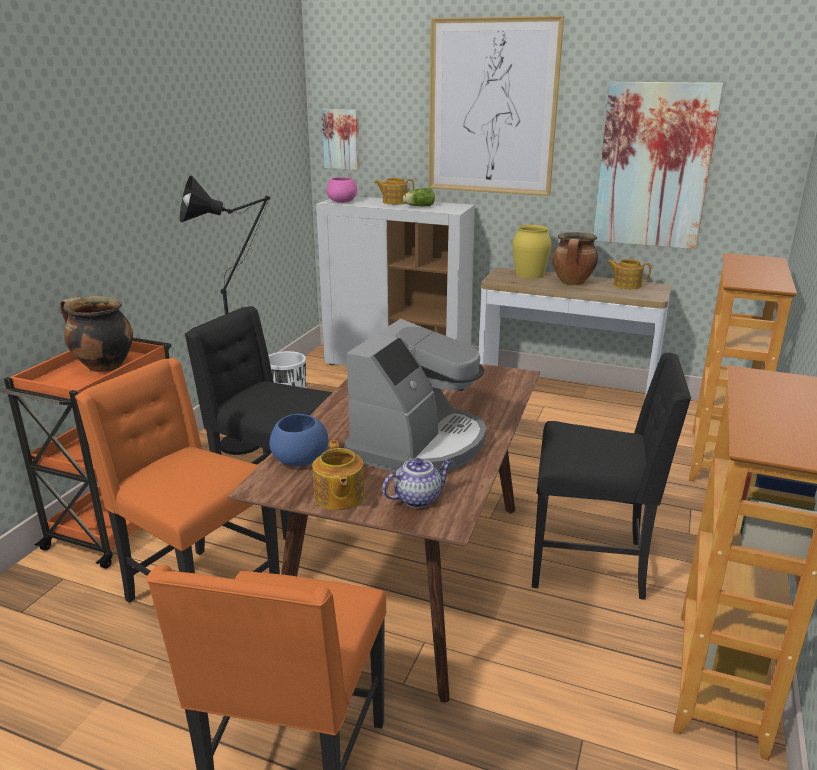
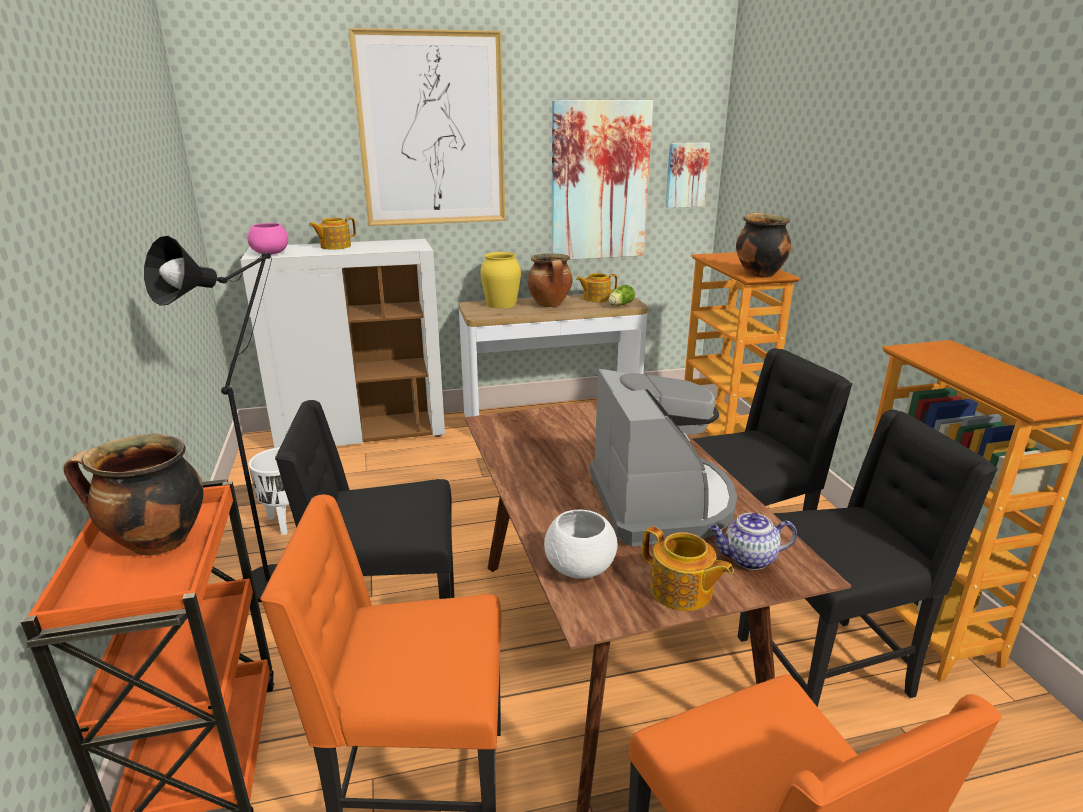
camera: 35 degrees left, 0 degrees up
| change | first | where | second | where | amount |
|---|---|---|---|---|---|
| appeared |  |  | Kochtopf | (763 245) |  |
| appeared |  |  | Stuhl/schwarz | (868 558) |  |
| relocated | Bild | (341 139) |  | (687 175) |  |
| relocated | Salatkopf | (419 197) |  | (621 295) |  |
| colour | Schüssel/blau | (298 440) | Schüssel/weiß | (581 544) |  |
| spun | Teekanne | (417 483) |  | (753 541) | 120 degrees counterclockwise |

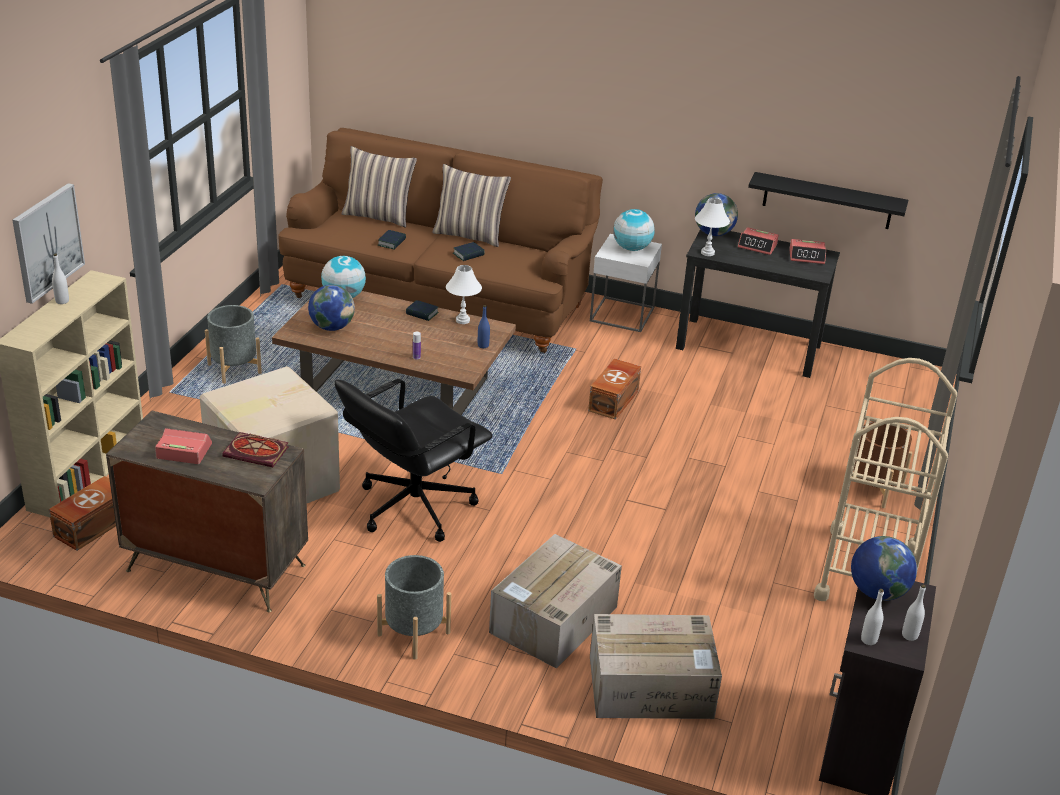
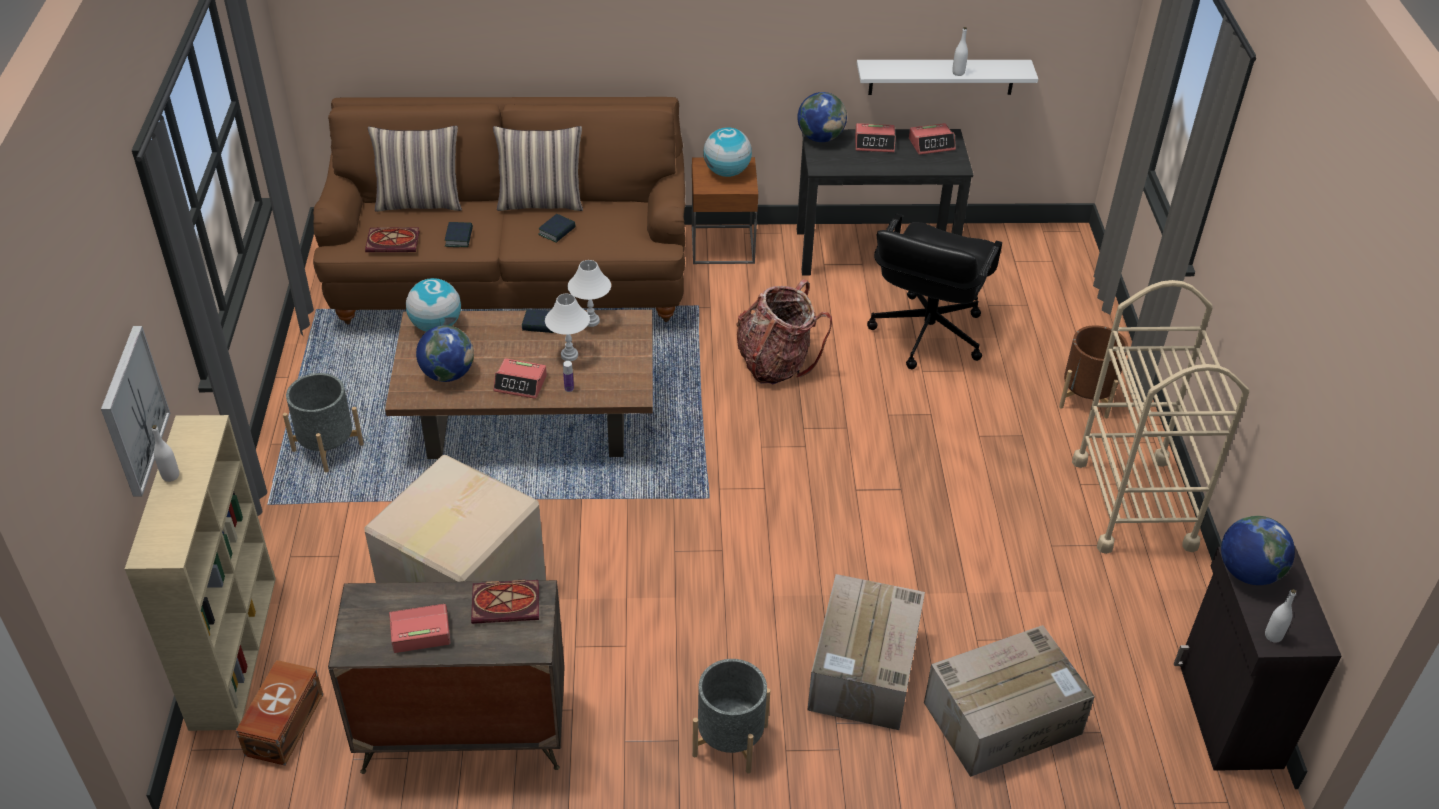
camera: 20 degrees left, 10 degrees up
| change | first | where | second | where | amount |
|---|---|---|---|---|---|
| missing | Flasche/blau | (484 326) |  |  |  |
| appeared |  |  | Buch | (392 239) |  |
| appeared |  |  | Wecker | (520 378) |  |
| relocated | Bürostuhl/schwarz | (414 460) |  | (934 291) |  |
| relocated | Tischlampe/weiß | (712 227) |  | (567 327) |  |
| relocated | Flasche/weiß | (914 613) |  | (960 51) |  |
| exchanged | Aufbewahrungsbox/braun | (614 389) | Rucksack | (784 331) |  |
| colour | Beistelltisch/weiß | (626 283) | Beistelltisch/braun | (725 210) |  |
| colour | Wandregal/schwarz | (828 200) | Wandregal/weiß | (947 77) |  |

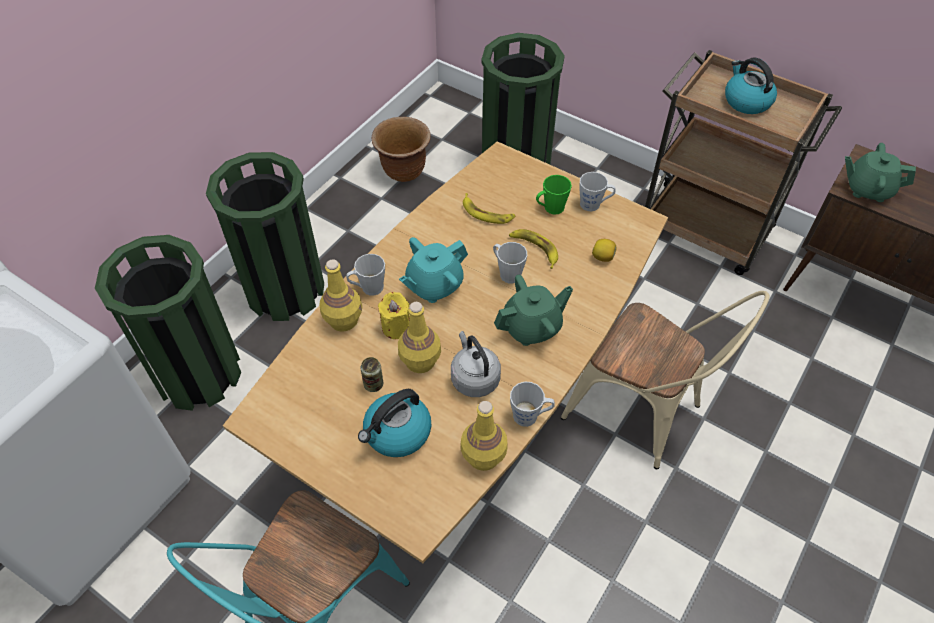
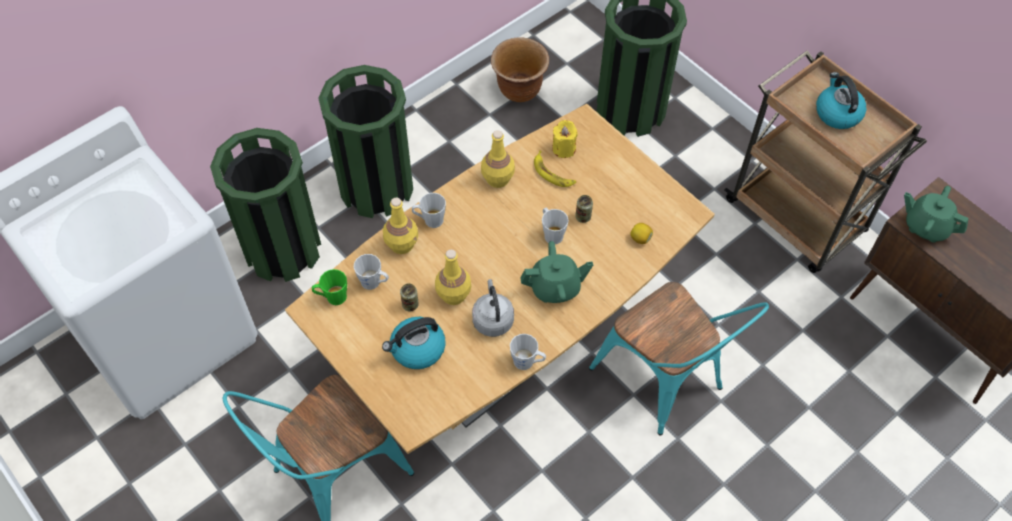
camera: 15 degrees right, 5 degrees up
| change | first | where | second | where | amount |
|---|---|---|---|---|---|
| missing | Teekanne/türkis | (433 270) |  |  |  |
| relocated | Kerze/gelb | (394 315) |  | (565 139) |  |
| relocated | Flasche/gelb | (484 436) |  | (498 159) |  |
| relocated | Henkelbecher/grün | (554 194) |  | (329 287) |  |
| relocated | Henkelbecher/grau | (597 191) |  | (371 272) |  |
| exchanged | Banane | (533 249) | Dose | (584 209) |  |
| colour | Stuhl/beige | (665 380) | Stuhl/türkis | (679 358) |  |

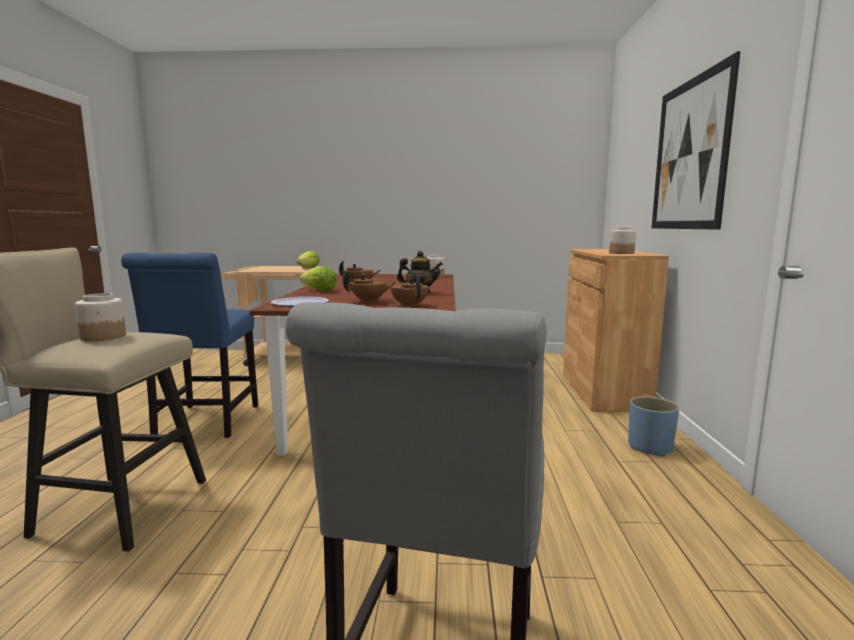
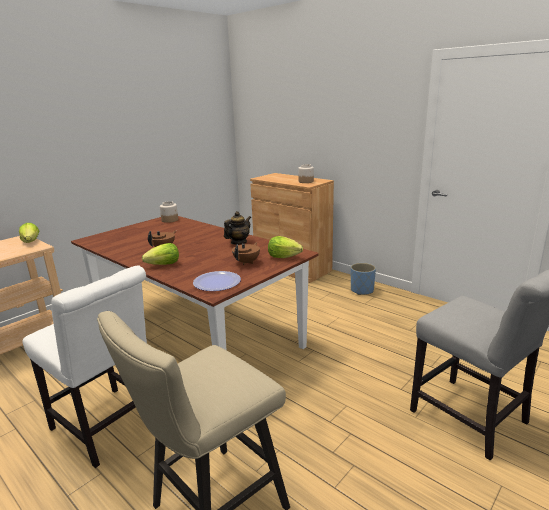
camera: 50 degrees left, 10 degrees up
| change | first | where | second | where | amount |
|---|---|---|---|---|---|
| missing | Vorratsglas | (100 317) |  |  |  |
| missing | Bild | (696 140) |  |  |  |
| exchanged | Teekanne/braun | (410 291) | Salatkopf | (285 247) |  |
| colour | Stuhl/blau | (189 345) | Stuhl/weiß | (84 366) |  |

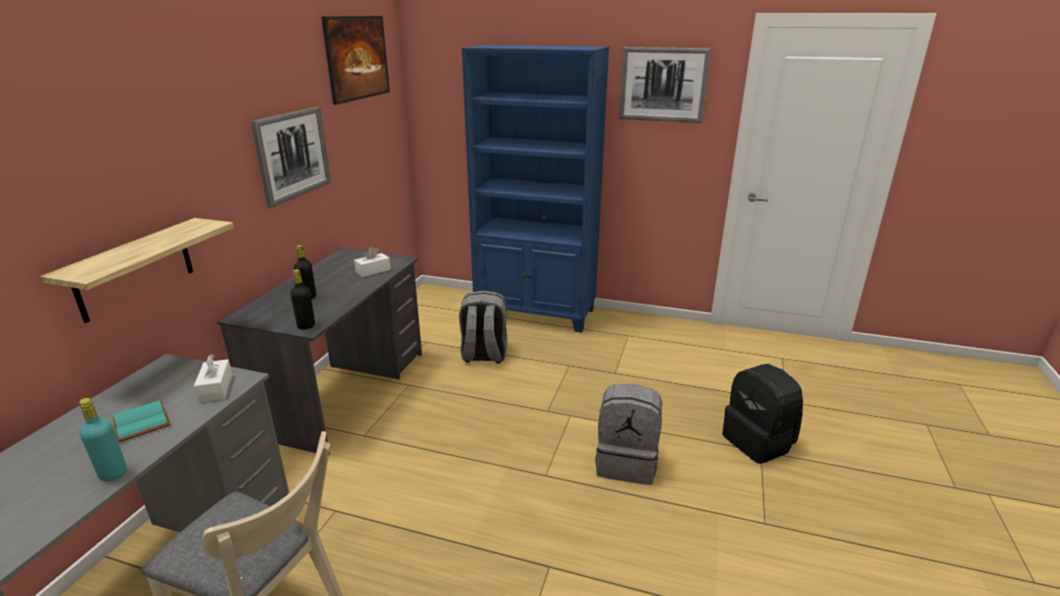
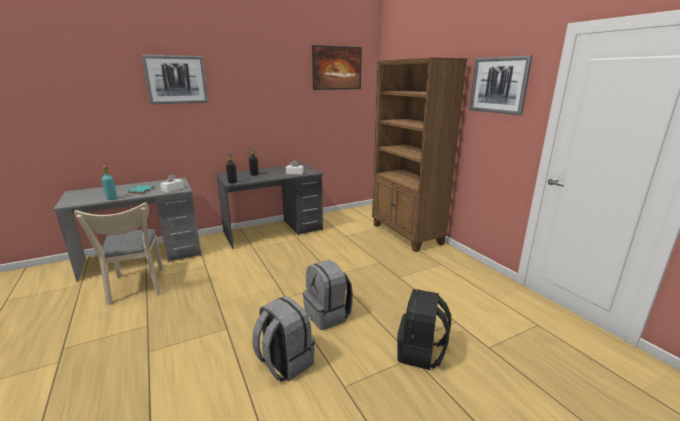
camera: 45 degrees right, 5 degrees down
| change | first | where | second | where | amount |
|---|---|---|---|---|---|
| missing | Wandregal | (137 270) |  |  |  |
| relocated | Bild | (291 157) |  | (174 79) |  |
| relocated | Rucksack/grau | (483 327) |  | (283 339) |  |
| colour | Bücherregal/blau | (535 189) | Bücherregal/braun | (419 154) |  |

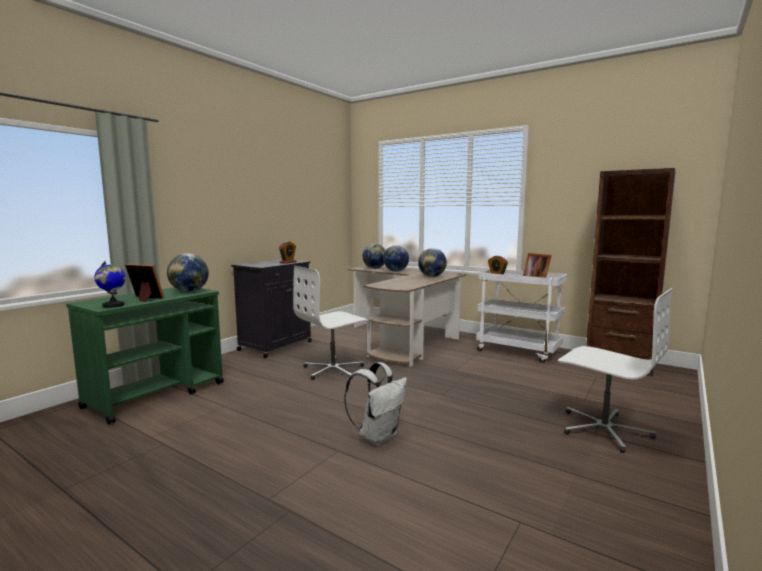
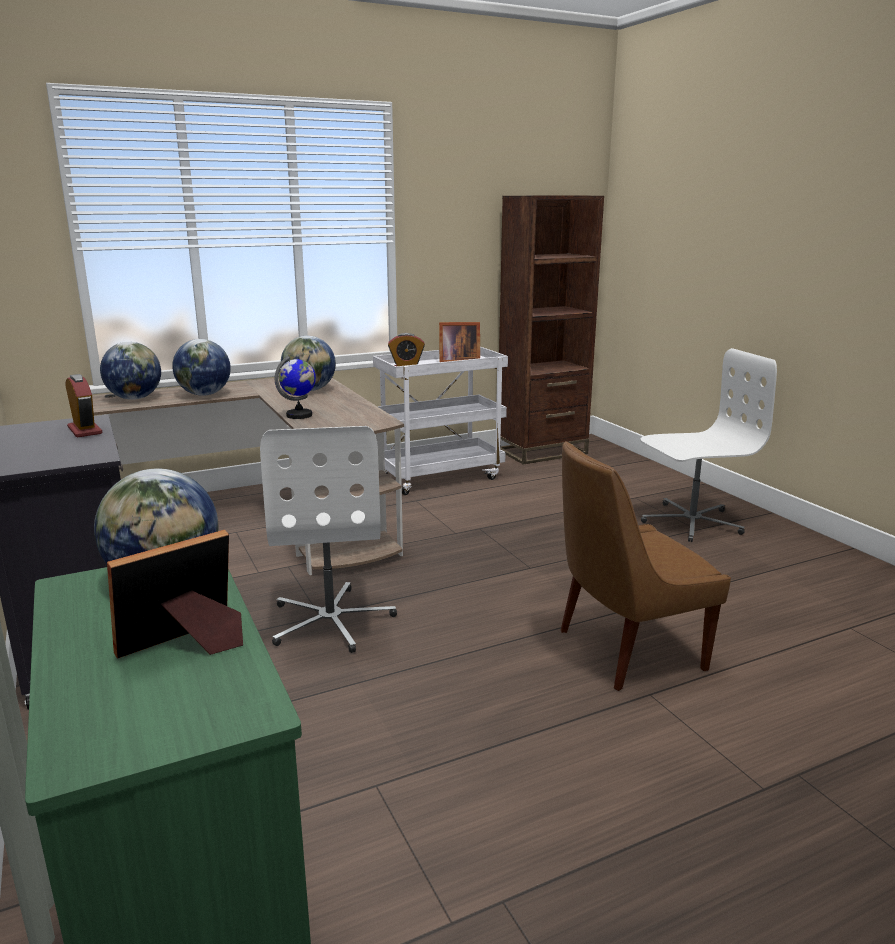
camera: 60 degrees left, 10 degrees up
| change | first | where | second | where | amount |
|---|---|---|---|---|---|
| relocated | Globus | (110 284) |  | (295 387) |  |
| exchanged | Rucksack/weiß | (375 403) | Stuhl/braun | (646 566) |  |

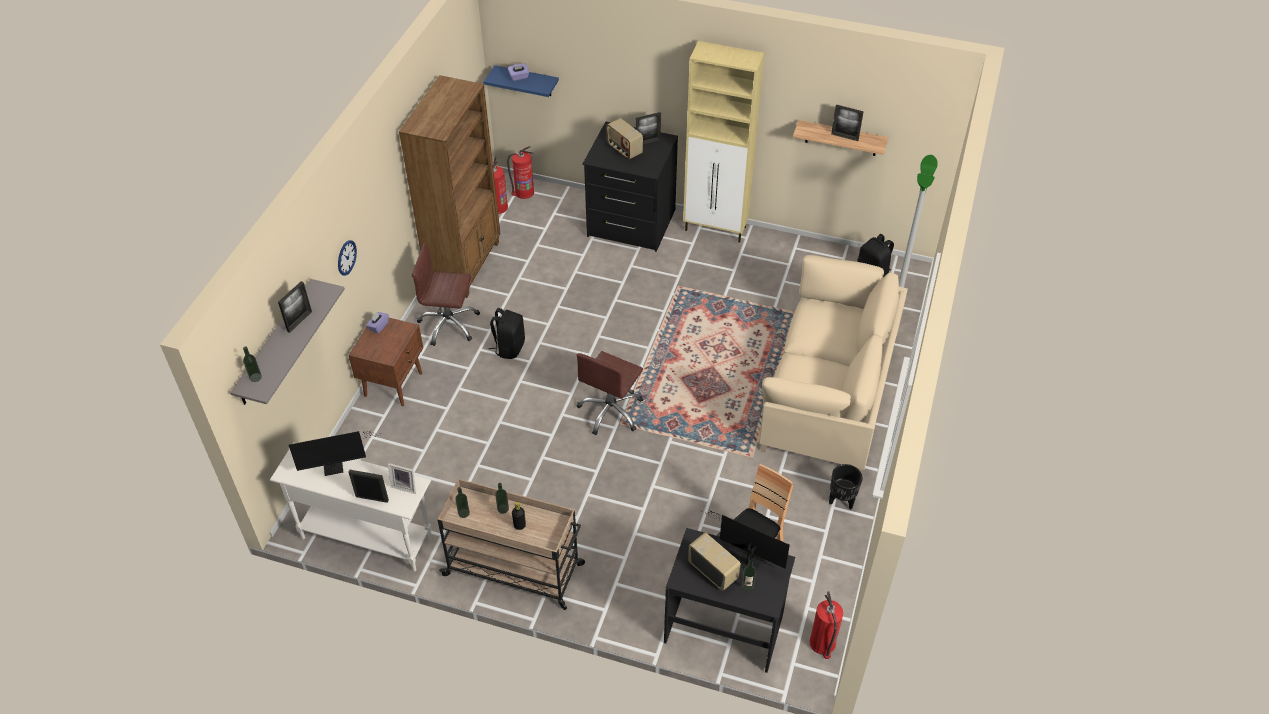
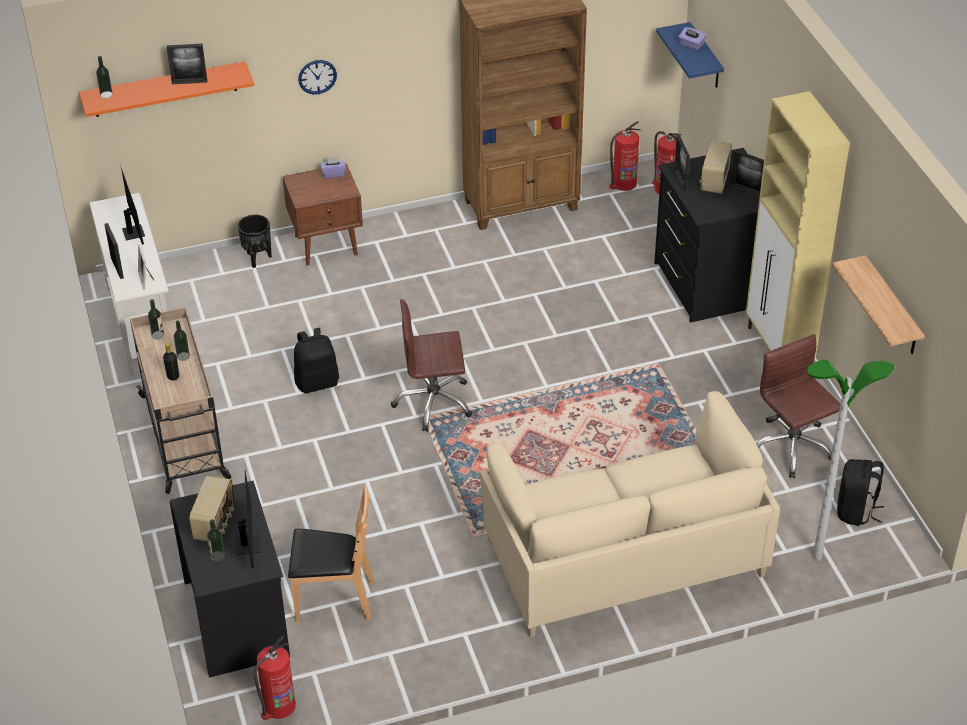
camera: 55 degrees right, 5 degrees down
| change | first | where | second | where | amount |
|---|---|---|---|---|---|
| relocated | Bürostuhl/braun | (446 294) |  | (798 406) |  |
| relocated | Rucksack/schwarz | (507 333) |  | (316 360) |  |
| relocated | Pflanzkübel/schwarz | (846 487) |  | (255 241) |  |
| relocated | Bilderrahmen | (847 123) |  | (682 163) |  |
| colour | Wandregal/grau | (287 342) | Wandregal/orange | (166 89) |  |
| spun | Monitor | (336 453) |  | (132 205) | 150 degrees counterclockwise |

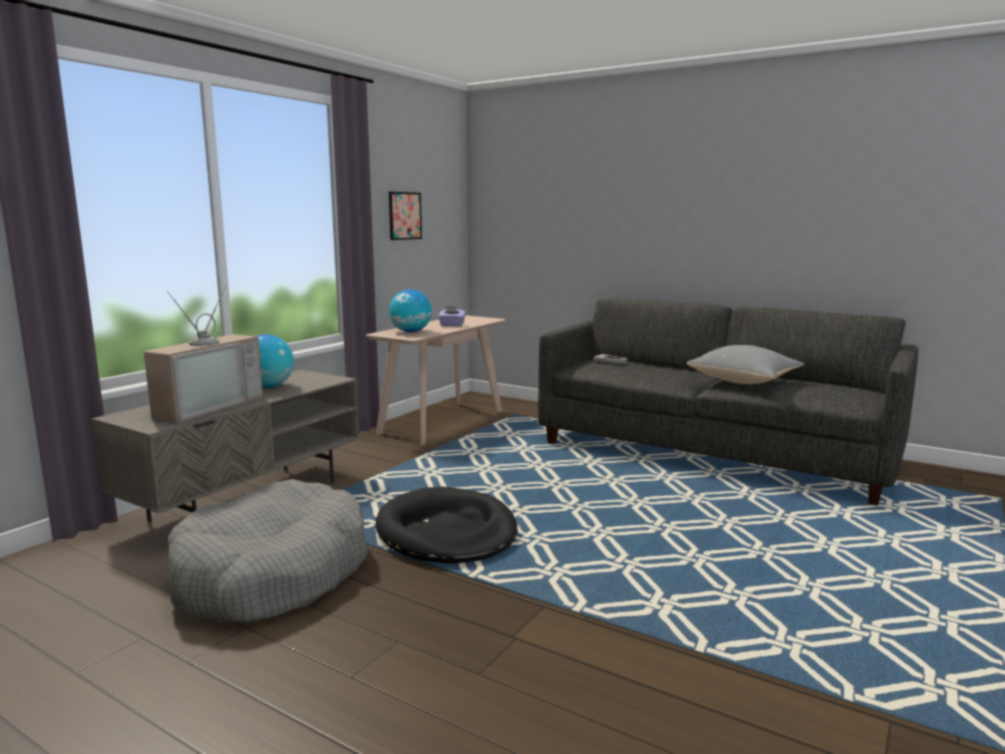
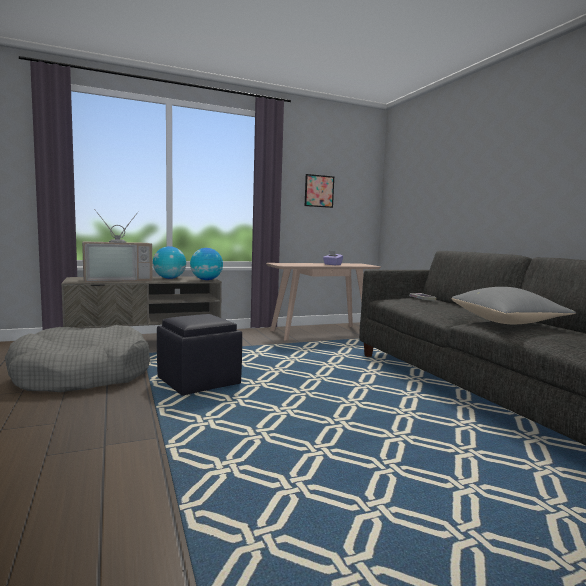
camera: 35 degrees right, 5 degrees down
| change | first | where | second | where | amount |
|---|---|---|---|---|---|
| relocated | Globus | (410 310) |  | (206 264) |  |
| exchanged | Hundebett/schwarz | (446 525) | Polsterhocker/schwarz | (199 355) |  |

